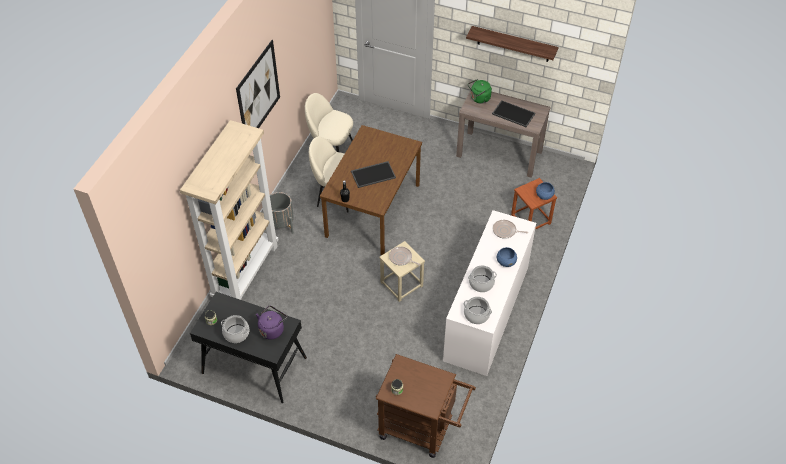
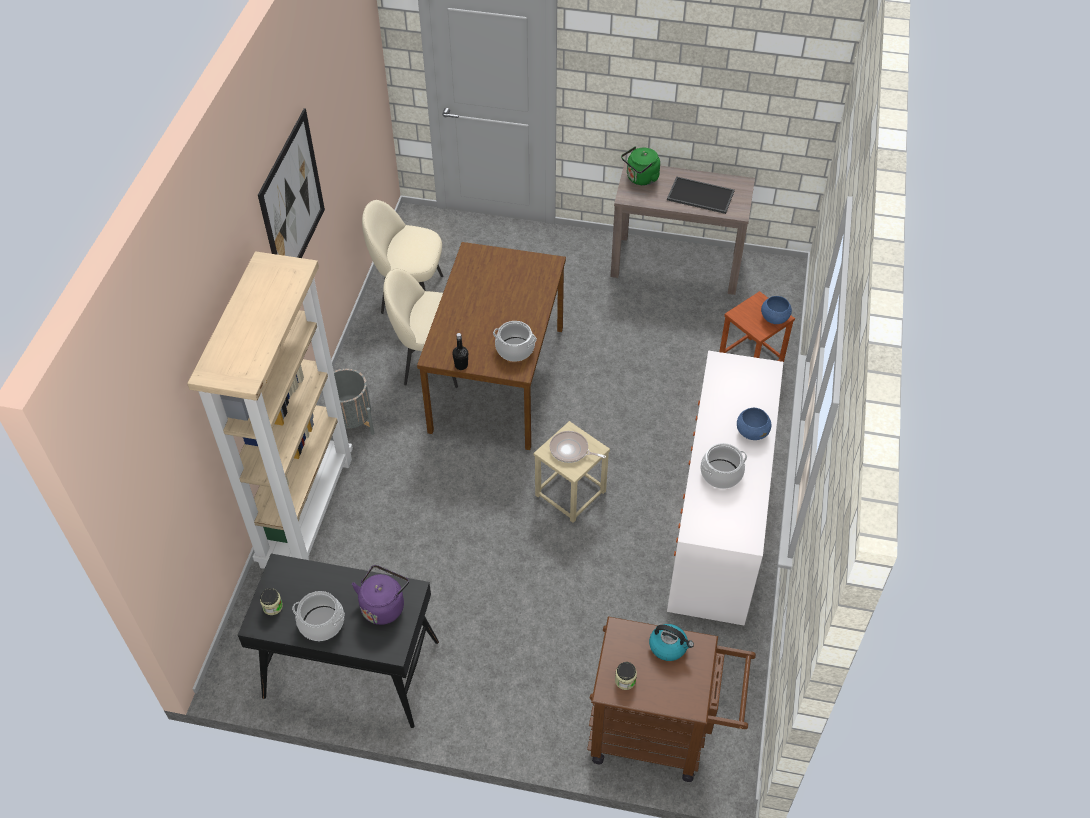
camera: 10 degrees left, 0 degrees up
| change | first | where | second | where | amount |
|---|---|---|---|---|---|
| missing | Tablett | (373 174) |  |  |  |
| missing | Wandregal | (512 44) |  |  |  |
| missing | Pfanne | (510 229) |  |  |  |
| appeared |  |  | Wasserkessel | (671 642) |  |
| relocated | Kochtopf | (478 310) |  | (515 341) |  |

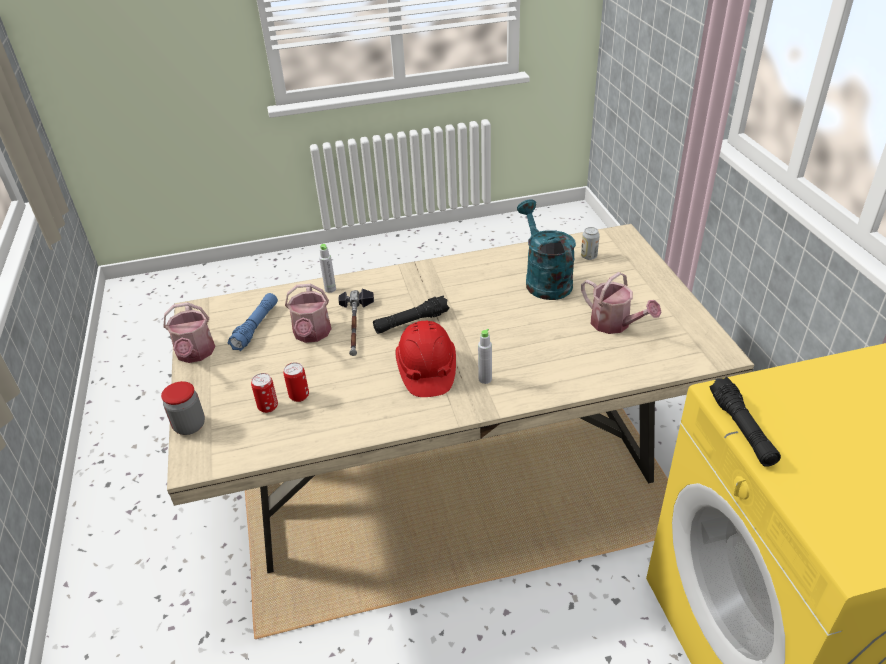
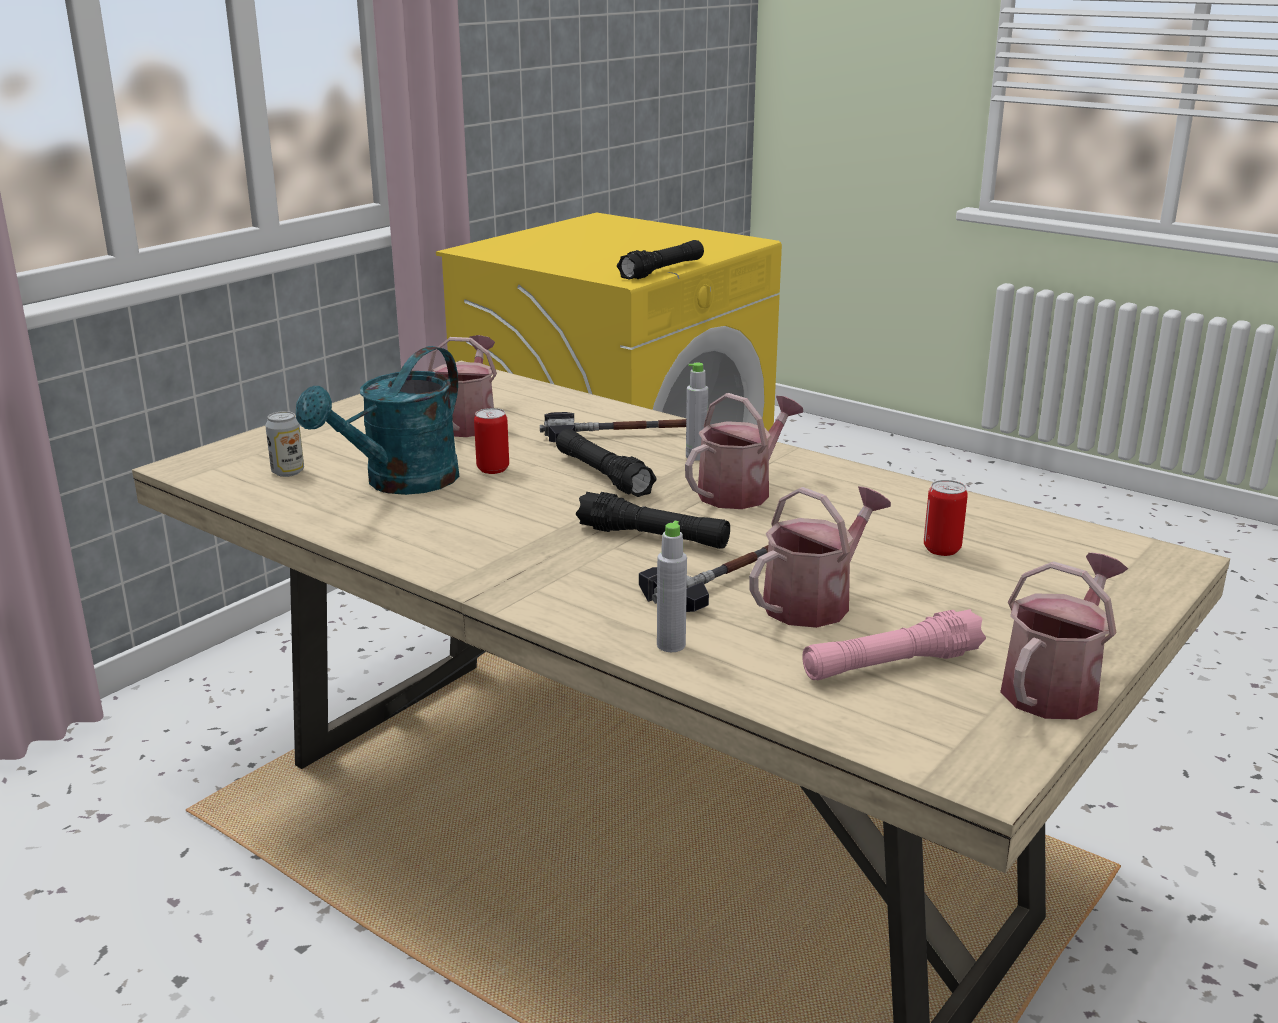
camera: 130 degrees left, 15 degrees down
| change | first | where | second | where | amount |
|---|---|---|---|---|---|
| missing | Vorratsglas | (183 408) |  |  |  |
| appeared |  |  | Hammer | (613 427) |  |
| appeared |  |  | Taschenlampe/schwarz | (606 463) |  |
| relocated | Dose | (264 393) |  | (491 441) |  |
| exchanged | Schutzhelm/rot | (425 359) | Gießkanne | (744 451) |  |
| colour | Taschenlampe/blau | (253 322) | Taschenlampe/rosa | (894 644) |  |

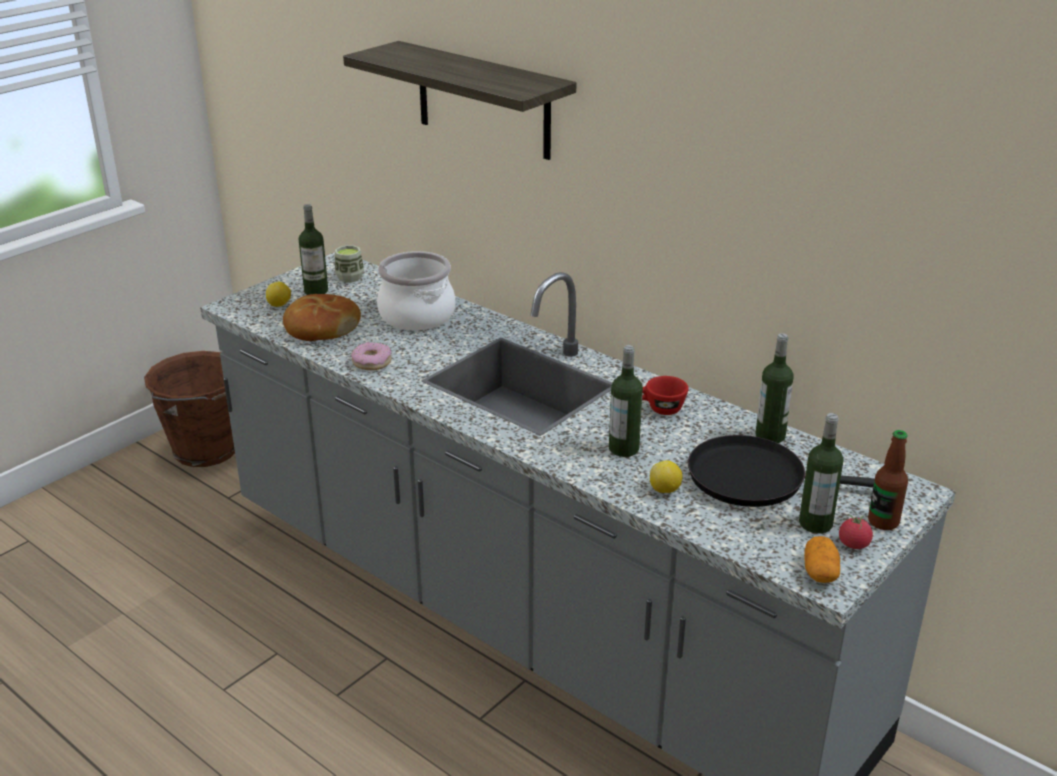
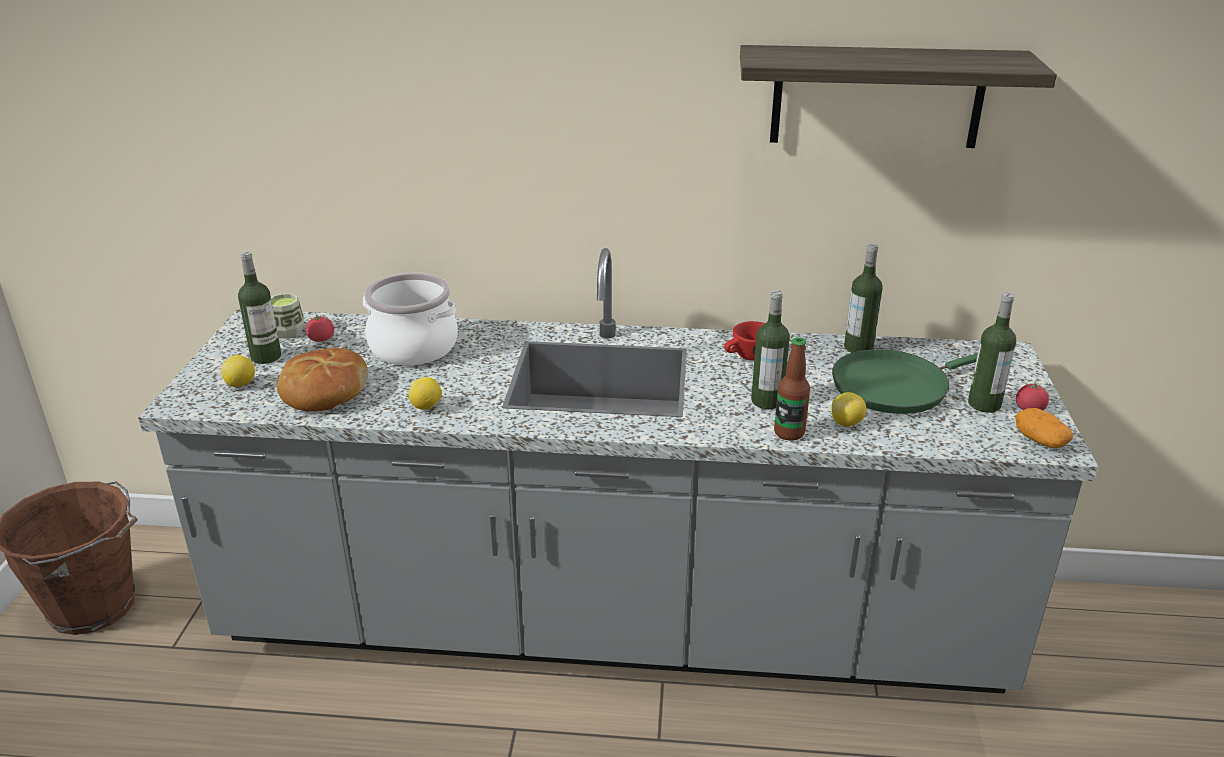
camera: 35 degrees left, 0 degrees up
| change | first | where | second | where | amount |
|---|---|---|---|---|---|
| appeared |  |  | Tomate | (320 327) |  |
| relocated | Wandregal | (459 100) |  | (898 96) |  |
| relocated | Flasche | (888 480) |  | (792 389) |  |
| exchanged | Donut | (371 356) | Zitrone | (425 393) |  |
| colour | Pfanne/schwarz | (781 471) | Pfanne/grün | (905 381) |  |

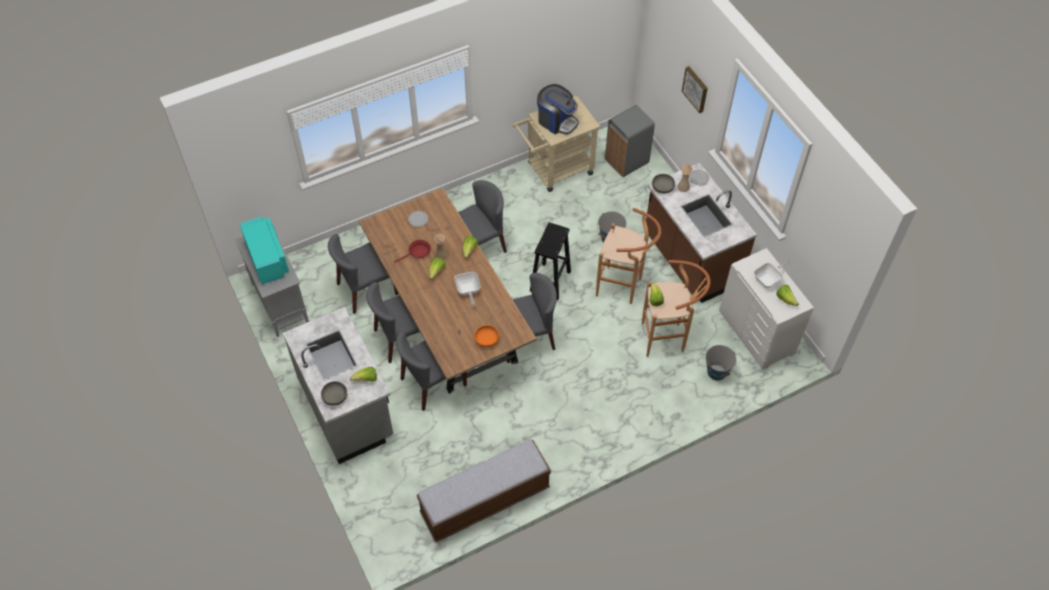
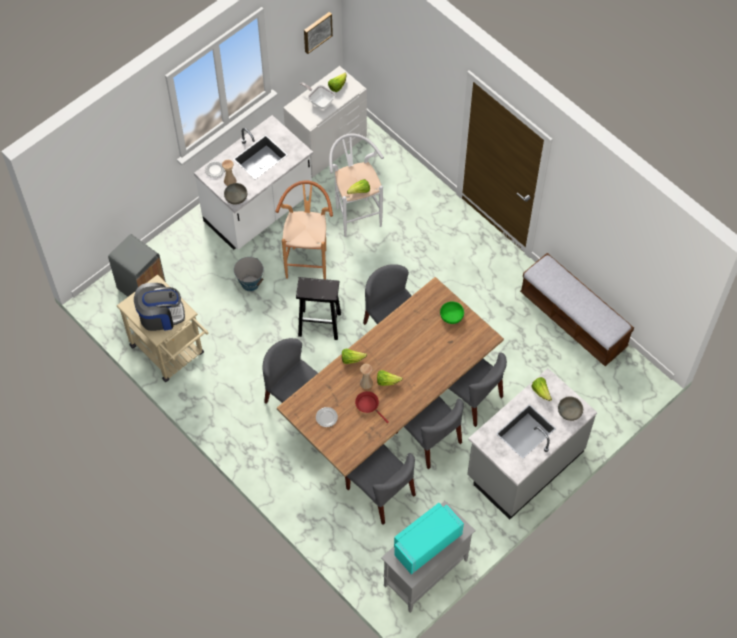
camera: 105 degrees left, 5 degrees up
| change | first | where | second | where | amount |
|---|---|---|---|---|---|
| missing | Pfanne | (467 289) |  |  |  |
| missing | Eimer | (721 363) |  |  |  |
| relocated | Bild | (695 89) |  | (318 33) |  |
| colour | Schüssel/orange | (486 336) | Schüssel/grün | (452 312) |  |
| colour | Hocker/braun | (676 308) | Hocker/weiß | (356 185) |  |
| colour | Küchenzeile/braun | (701 233) | Küchenzeile/weiß | (253 182) |  |
| spun | Kaffeemaschine | (558 109) |  | (159 307) | 60 degrees clockwise |

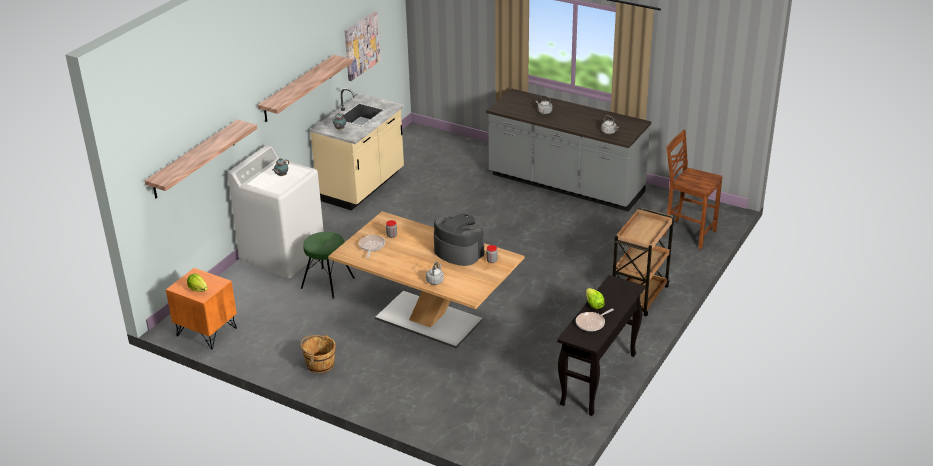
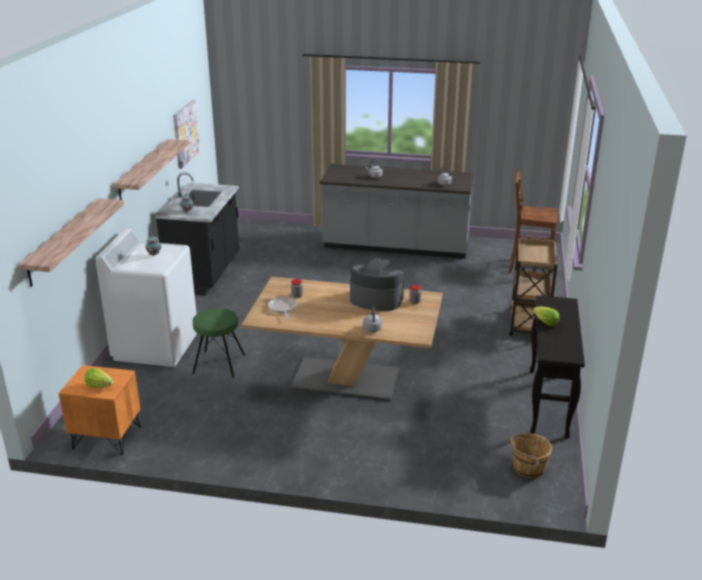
camera: 20 degrees left, 5 degrees down
| change | first | where | second | where | amount |
|---|---|---|---|---|---|
| missing | Pfanne | (595 320) |  |  |  |
| relocated | Eimer/braun | (318 354) |  | (531 455) |  |
| colour | Küchenzeile/beige | (357 149) | Küchenzeile/schwarz | (197 234) |  |

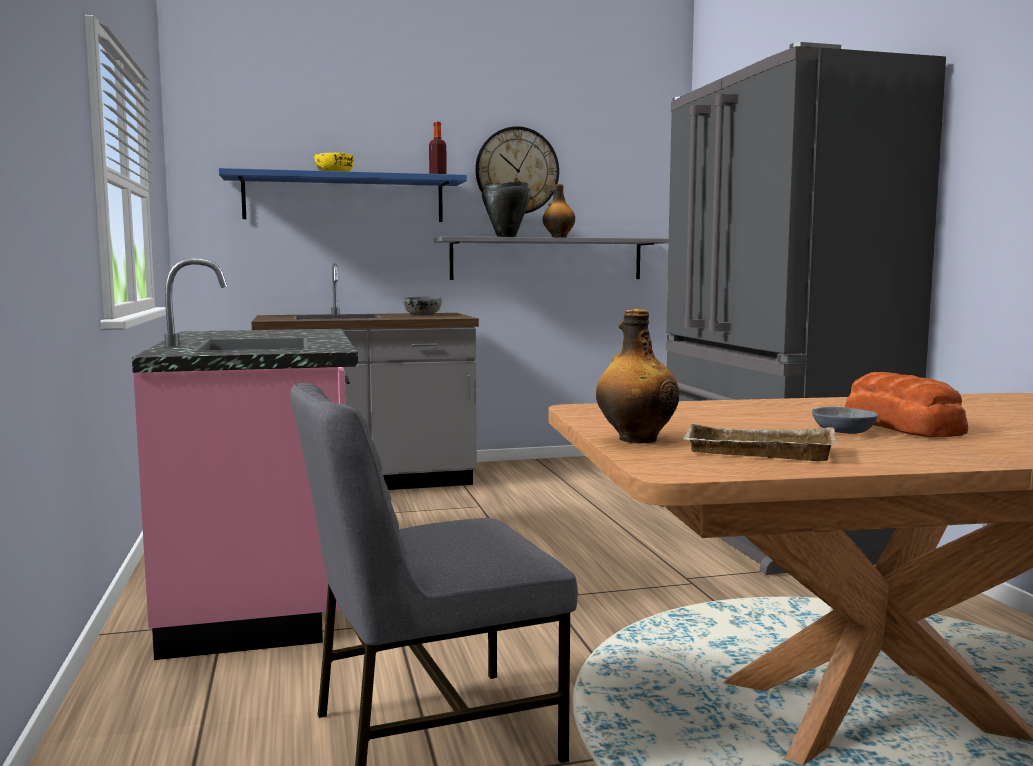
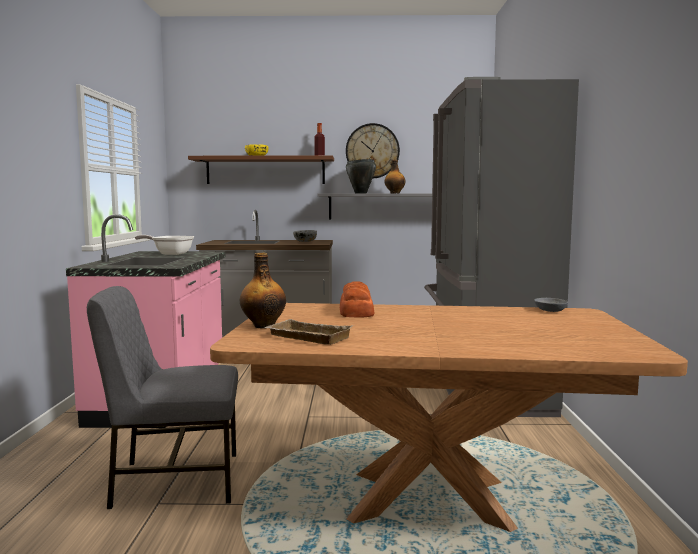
camera: 15 degrees right, 0 degrees up
| change | first | where | second | where | amount |
|---|---|---|---|---|---|
| appeared |  |  | Pfanne | (164 245) |  |
| relocated | Schüssel/grau | (845 420) |  | (551 305) |  |
| relocated | Brot | (906 404) |  | (357 300) |  |
| colour | Wandregal/blau | (343 195) | Wandregal/braun | (261 169) |  |

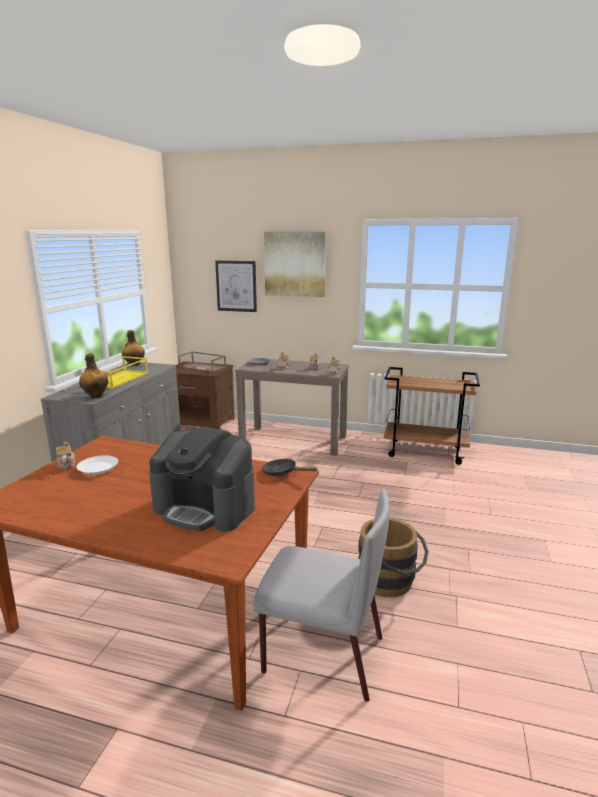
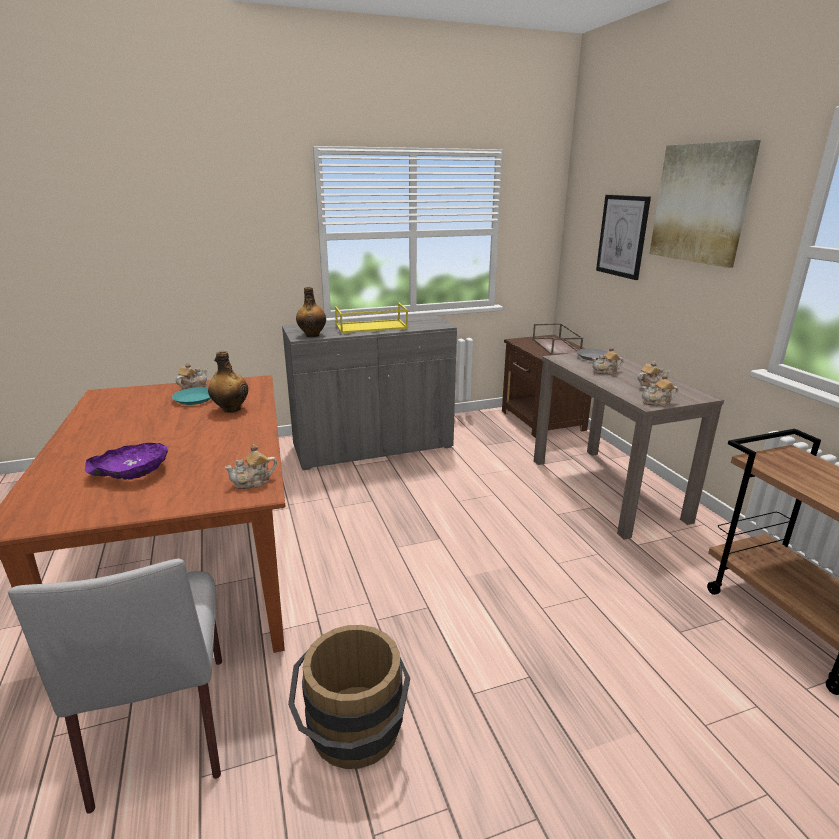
camera: 55 degrees right, 5 degrees up
| change | first | where | second | where | amount |
|---|---|---|---|---|---|
| relocated | Flasche | (133 348) |  | (228 382) |  |
| exchanged | Kaffeemaschine | (202 479) | Schüssel/lila | (126 461) |  |
| exchanged | Pfanne/schwarz | (289 467) | Teekanne | (250 466) |  |
| colour | Teller/weiß | (97 465) | Teller/türkis | (191 396) |  |

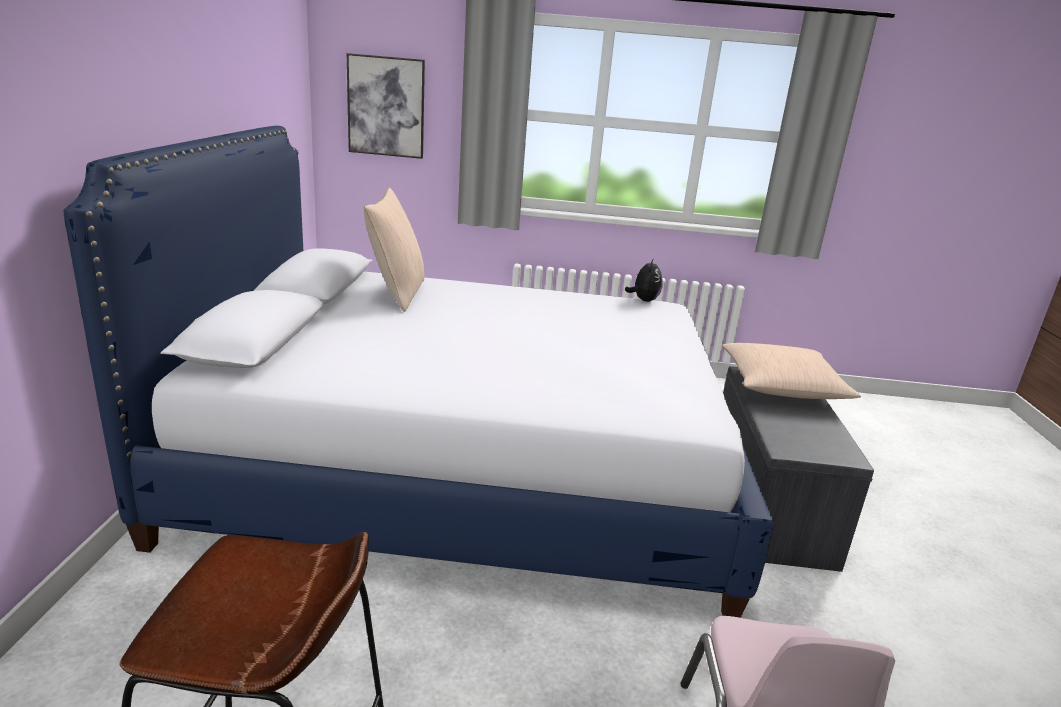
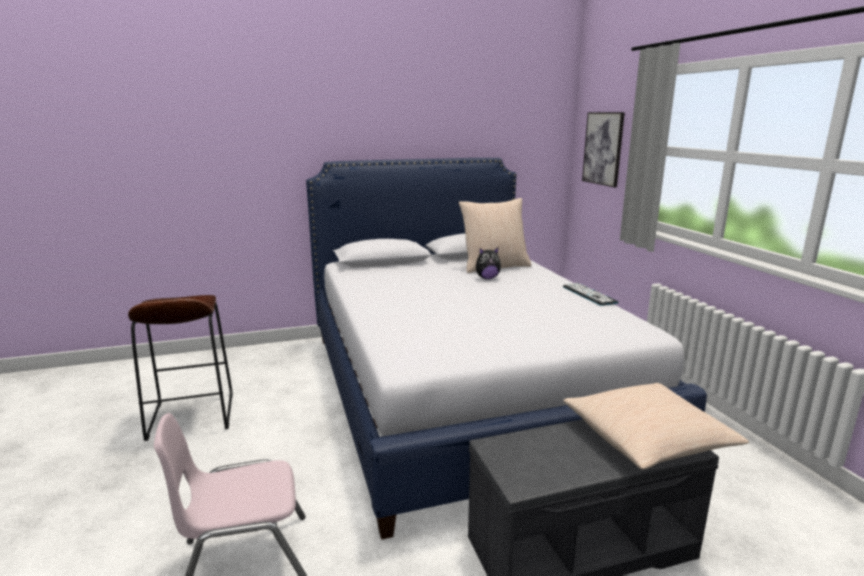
camera: 70 degrees right, 5 degrees down
| change | first | where | second | where | amount |
|---|---|---|---|---|---|
| appeared |  |  | Tastatur | (590 294) |  |
| relocated | Plüschtier | (644 280) |  | (488 263) |  |

